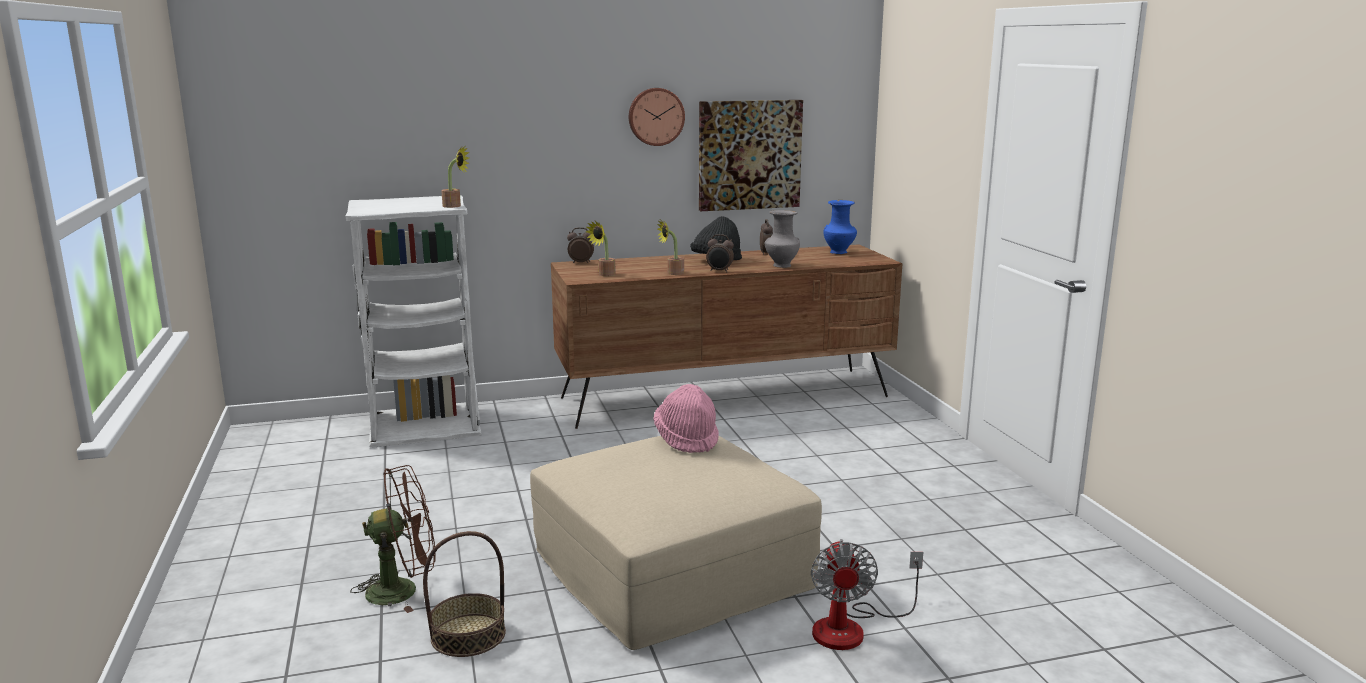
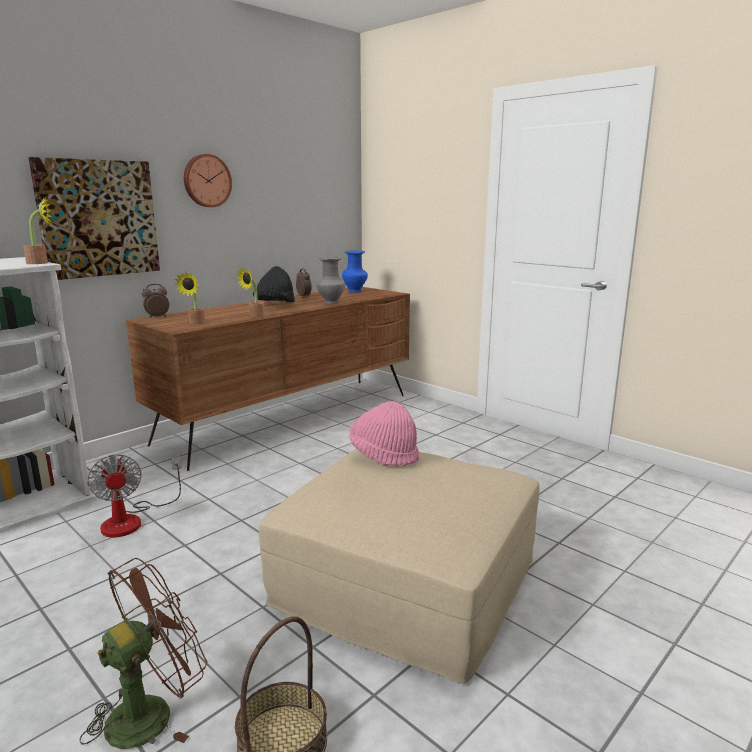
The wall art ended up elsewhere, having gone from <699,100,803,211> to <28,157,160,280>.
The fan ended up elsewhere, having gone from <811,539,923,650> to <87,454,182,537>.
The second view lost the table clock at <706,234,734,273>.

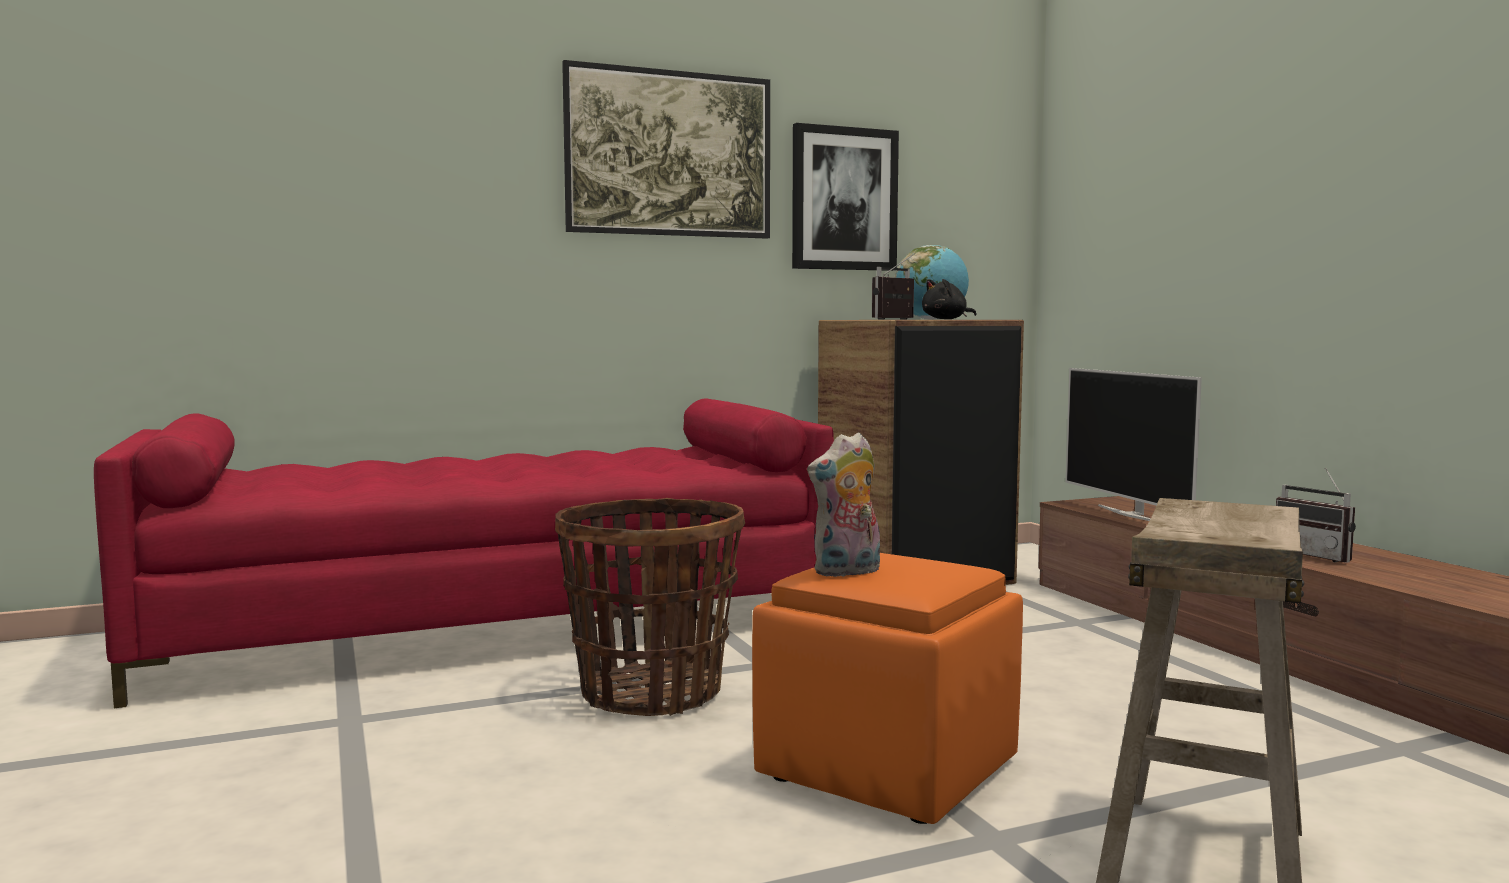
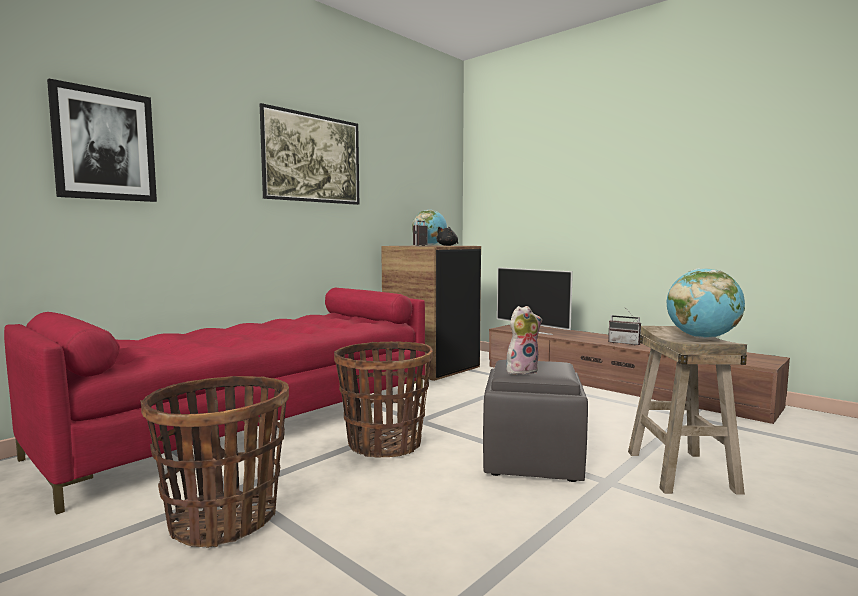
The wall art ended up elsewhere, having gone from <792,123,899,271> to <47,79,157,202>.
The second view gained the storage basket at <140,376,289,548>.
What was the footrest (orangey) at <752,553,1023,824> turned into the footrest (gray) at <483,360,588,482>.
The cuddly toy at <807,432,880,577> ended up facing another way, 150 degrees counterclockwise from before.
The second view gained the world globe at <667,268,745,338>.

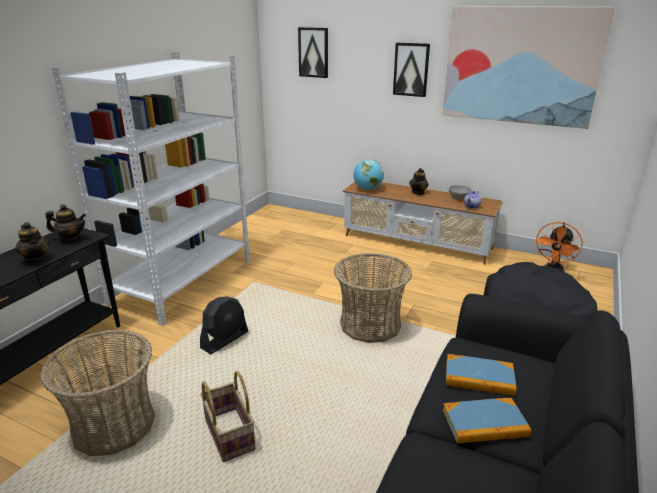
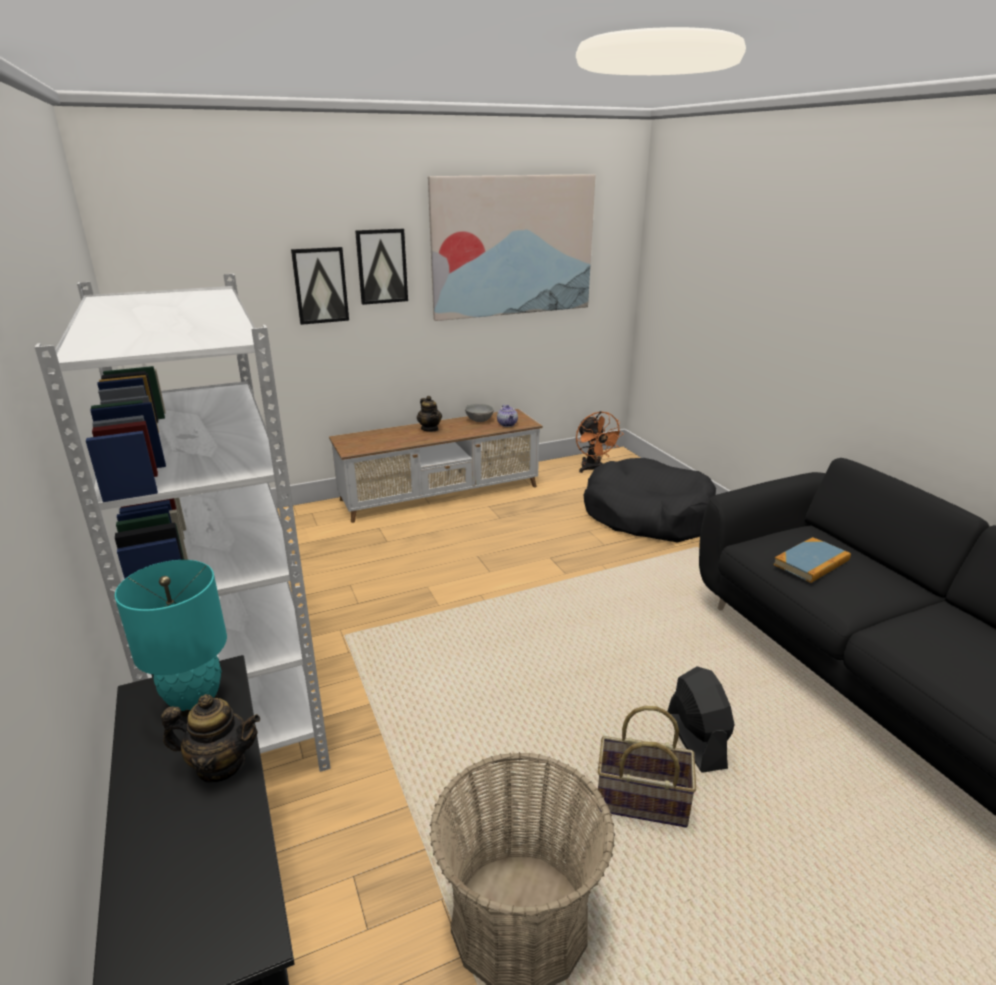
Where the tea pot stood at <45,204,86,243>, the lamp for a table (turquoise) came to stand at <115,560,227,717>.
The wall art ended up elsewhere, having gone from <298,27,328,78> to <291,247,349,325>.
The fan (blackish) ended up elsewhere, having gone from <200,296,248,354> to <668,667,735,773>.
The second view lost the storage basket at <334,253,412,343>.
The second view lost the world globe at <353,159,384,190>.
The second view lost the volume at <443,398,531,444>.

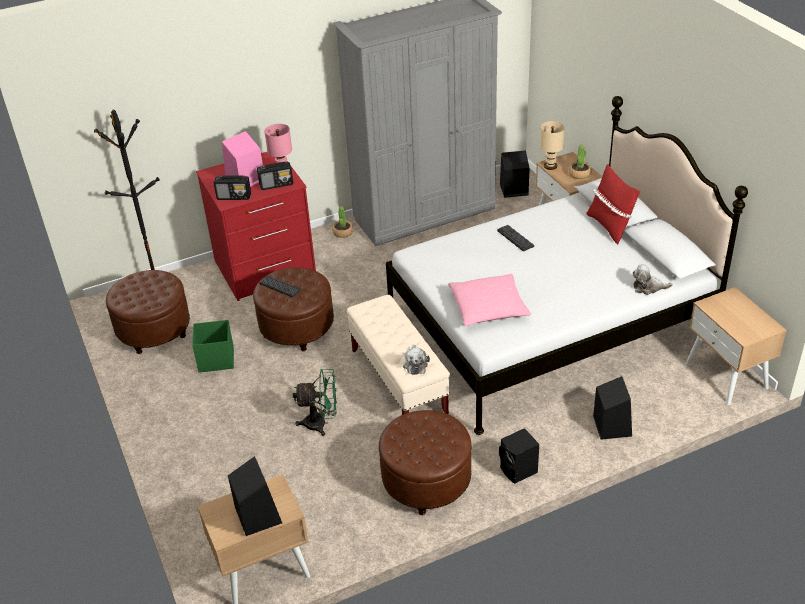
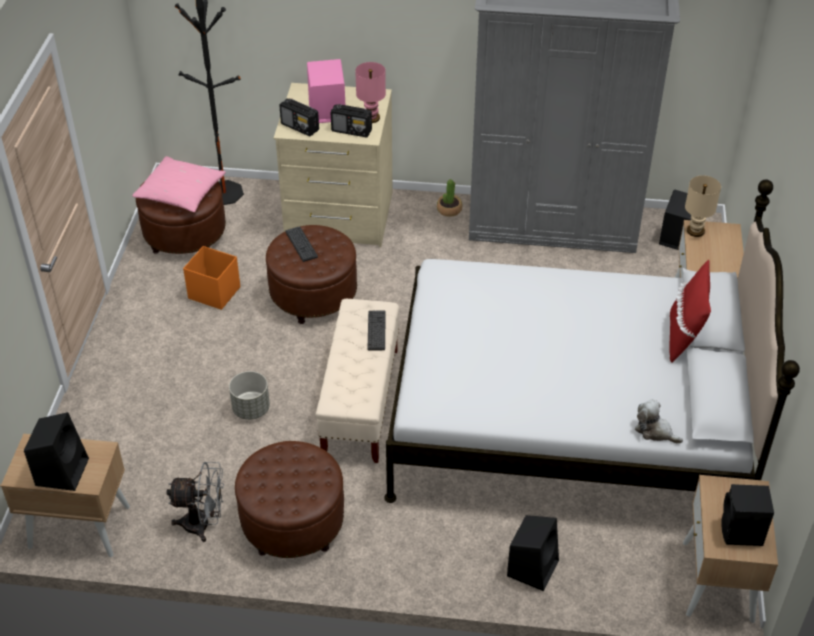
The pillow (pink) ended up elsewhere, having gone from <448,274,531,326> to <132,156,226,212>.
The second view gained the fan (gray) at <167,462,224,542>.
What was the storage container (greenish) at <192,320,234,373> turned into the storage container (orangey) at <183,246,240,310>.
Where the fan (greenish) stood at <293,369,337,436>, the planter (gray) came to stand at <229,371,270,420>.
What was the dresser (reddish) at <196,152,316,301> turned into the dresser (beige-coloured) at <274,83,393,247>.
The computer keyboard ended up elsewhere, having gone from <497,225,534,251> to <368,311,386,350>.
The loudspeaker (blackish) ended up elsewhere, having gone from <499,428,539,484> to <722,484,774,546>.
The second view lost the cuddly toy at <403,345,430,375>.
The second view lost the plant in a pot at <569,144,592,179>.

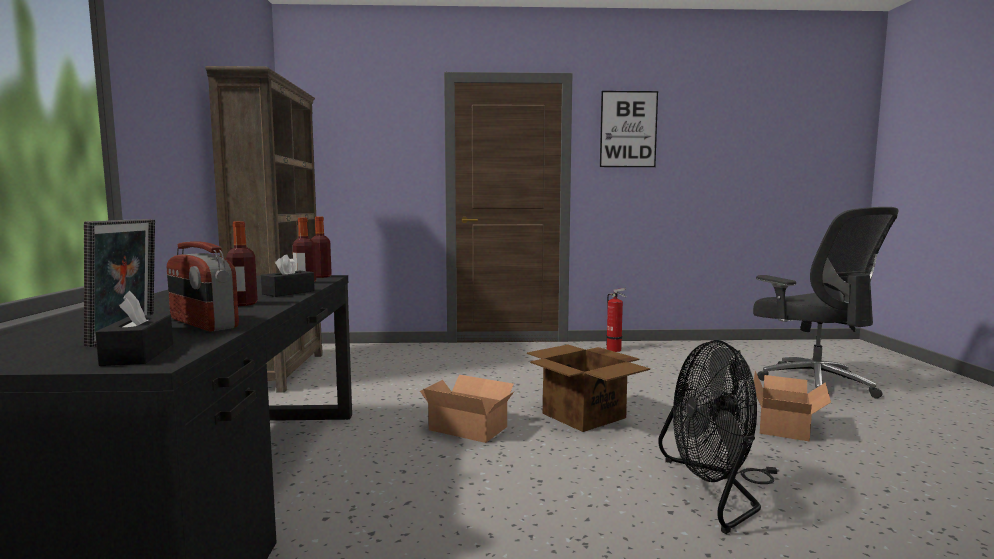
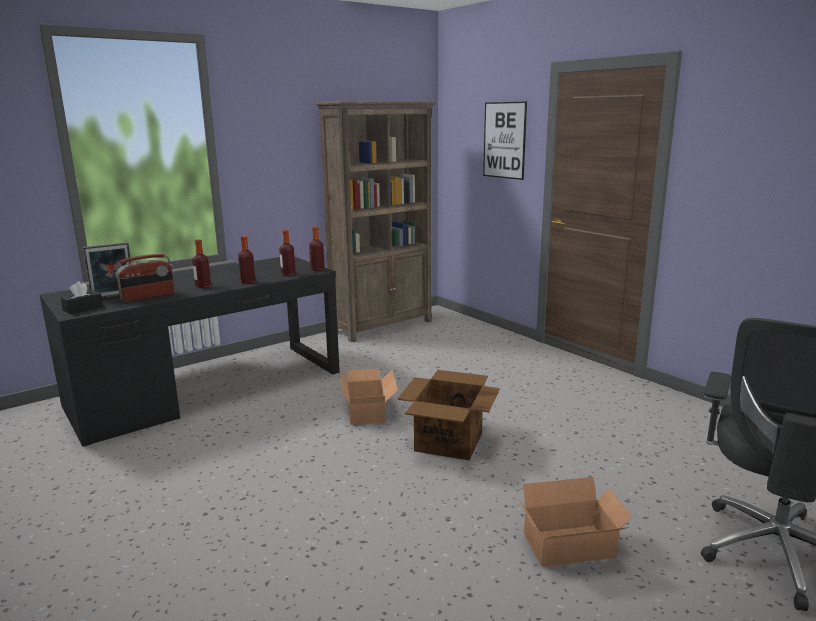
The radio set at <167,241,239,332> ended up facing another way, 135 degrees counterclockwise from before.
Where the tissue holder (blackish) stood at <261,255,315,297>, the beverage bottle came to stand at <238,236,255,284>.
The wall art ended up elsewhere, having gone from <600,91,658,167> to <483,102,527,180>.
The second view lost the fire-fighting cylinder at <606,288,626,352>.
The second view lost the fan (blackish) at <658,340,780,534>.

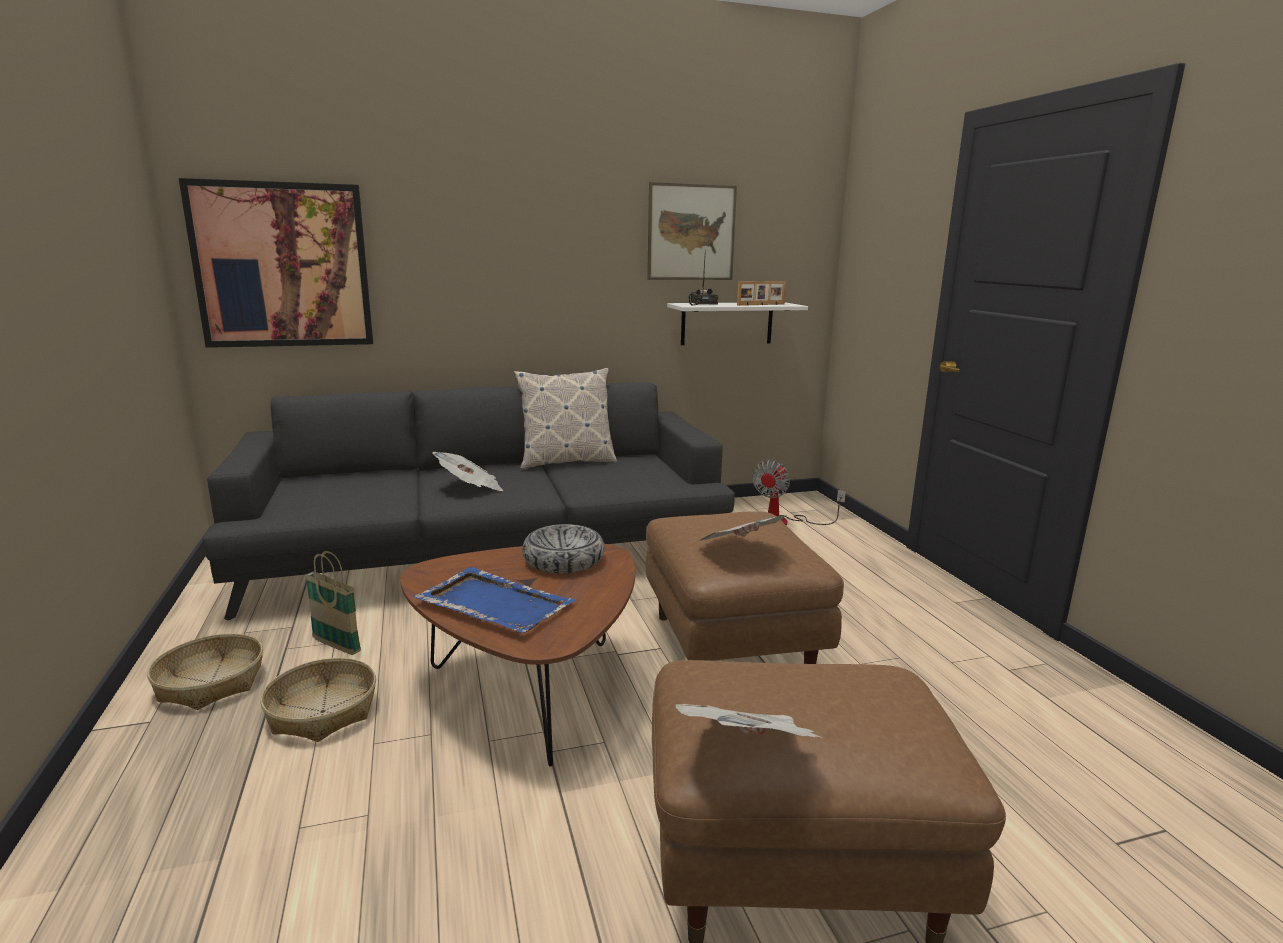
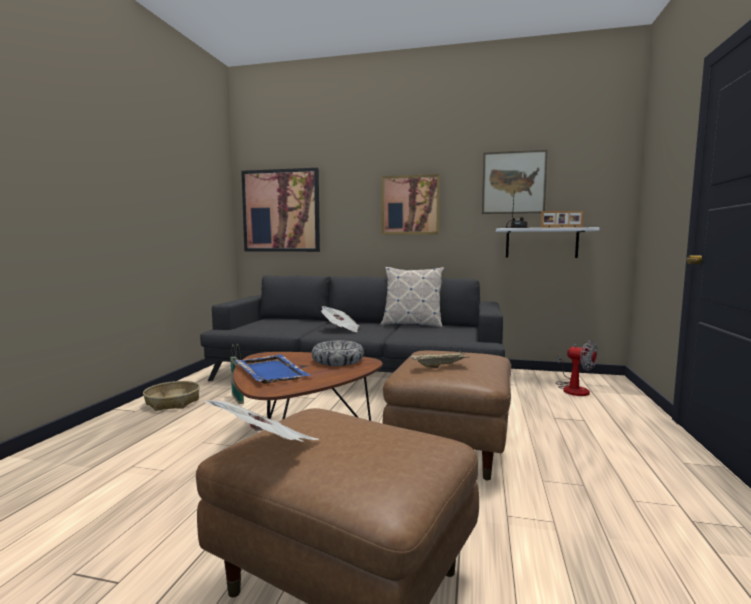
The second view gained the wall art at <382,174,440,234>.
Where the printed paper stood at <699,515,787,541>, the carrying tray (beige-coloured) came to stand at <410,351,470,368>.
The fan at <752,459,846,526> ended up facing another way, 105 degrees counterclockwise from before.
The second view lost the storage basket at <260,658,376,742>.

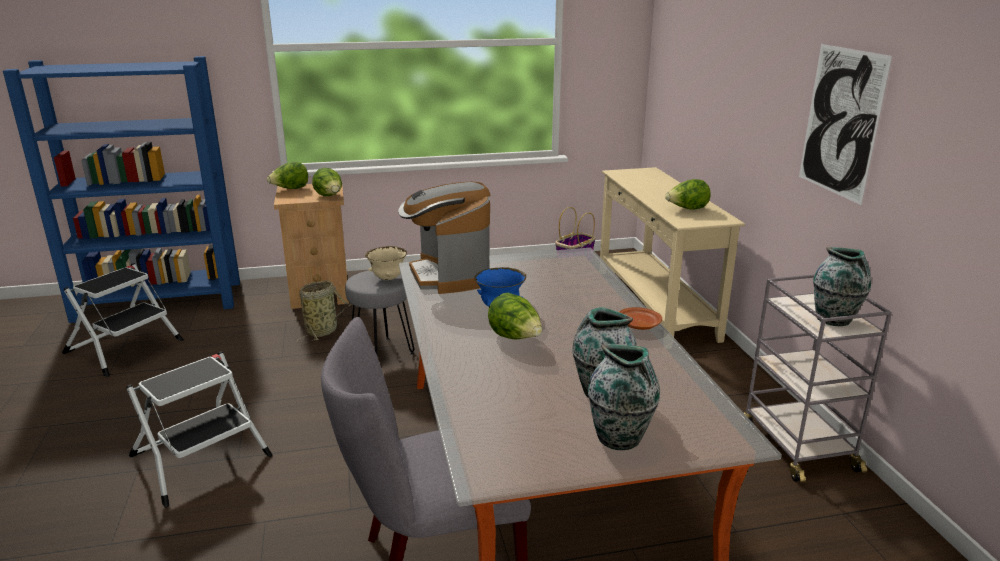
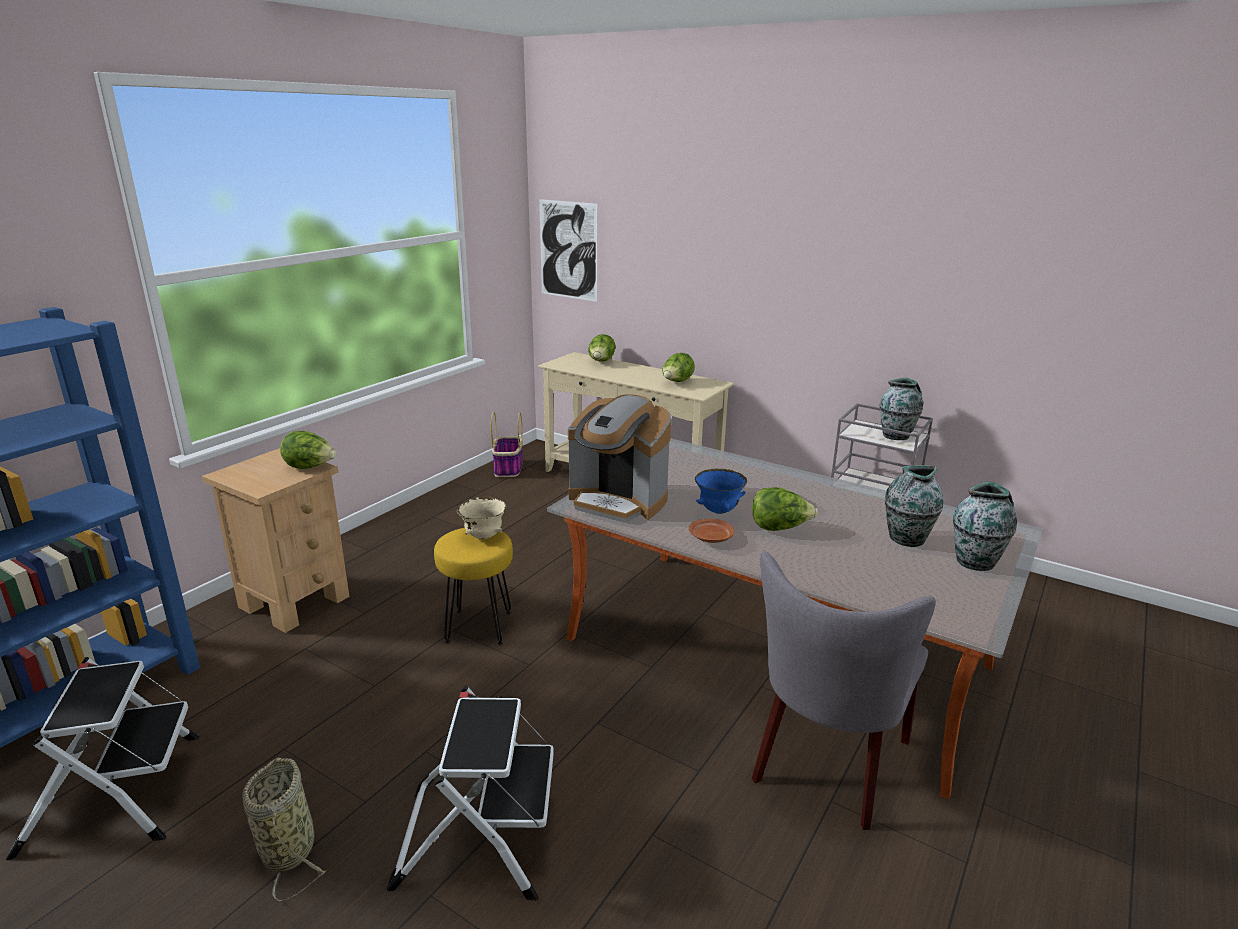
The storage basket ended up elsewhere, having gone from <297,280,352,343> to <242,757,327,902>.
What was the stool (gray) at <345,271,414,357> turned into the stool (yellowish) at <434,528,513,645>.
The wall art ended up elsewhere, having gone from <799,44,892,205> to <539,199,598,302>.
The lettuce head ended up elsewhere, having gone from <267,162,308,189> to <588,334,615,362>.
The flat dish (brown) ended up elsewhere, having gone from <619,307,662,330> to <689,519,734,543>.

